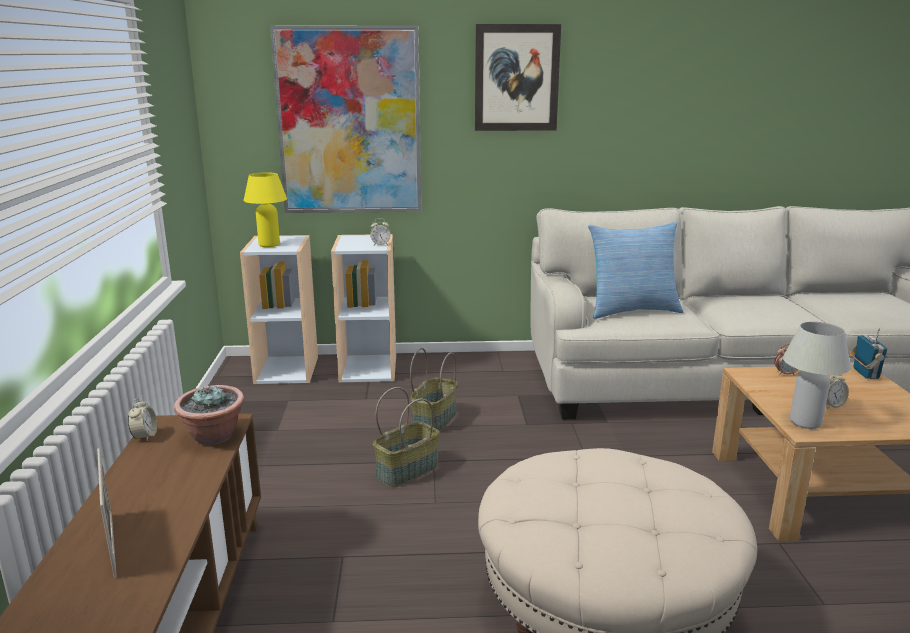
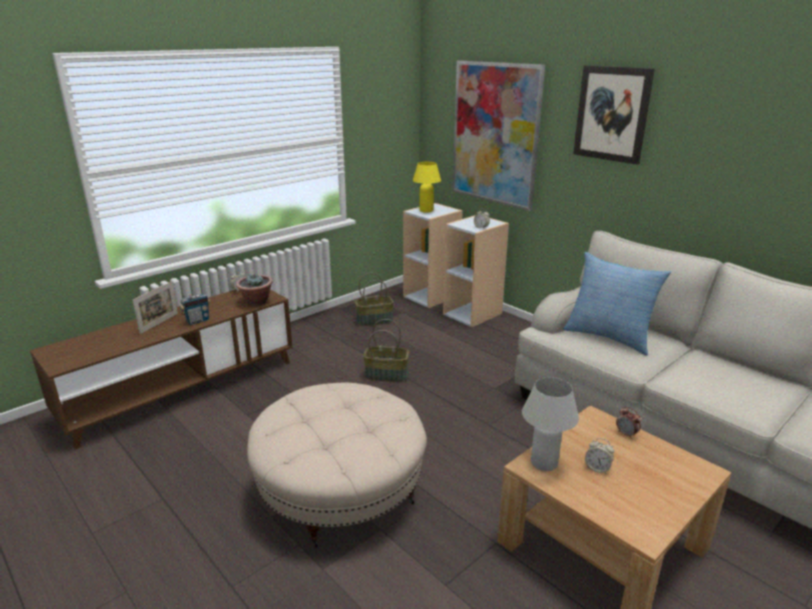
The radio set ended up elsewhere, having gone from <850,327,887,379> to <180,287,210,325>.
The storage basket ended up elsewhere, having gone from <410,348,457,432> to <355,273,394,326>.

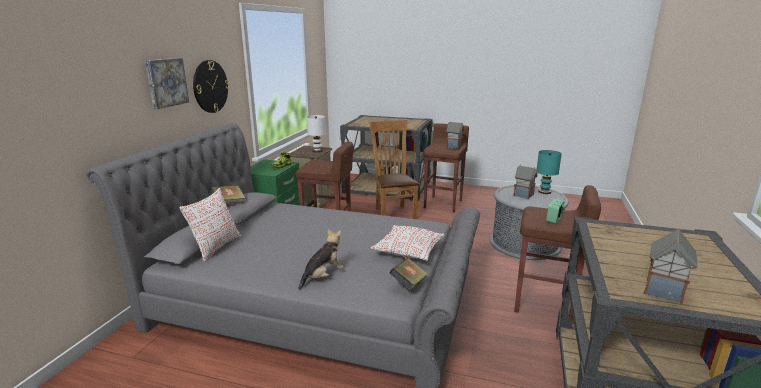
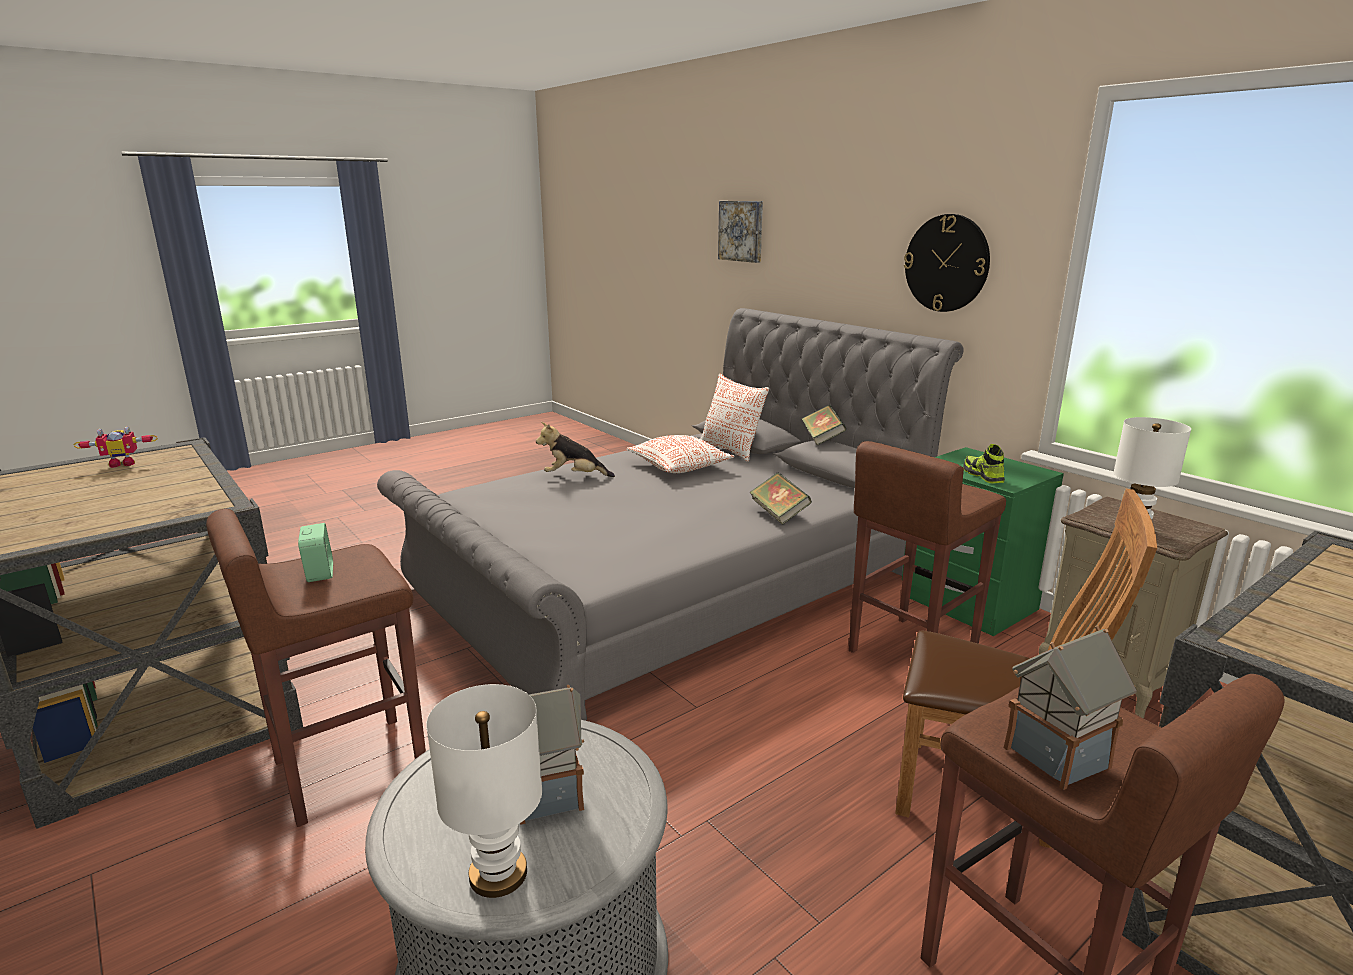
Where the miniature house stood at <644,228,697,304>, the model robot came to stand at <74,426,158,468>.
What was the lamp for a table (turquoise) at <537,150,562,194> turned into the lamp for a table (white-coloured) at <426,684,542,898>.
The cuddly toy at <299,229,344,290> ended up facing another way, 105 degrees clockwise from before.
The pillow (white-coloured) ended up elsewhere, having gone from <371,225,445,261> to <626,435,734,473>.
The wall art ended up elsewhere, having gone from <145,58,189,109> to <718,201,763,263>.
The volume ended up elsewhere, having gone from <390,258,428,291> to <749,472,812,525>.

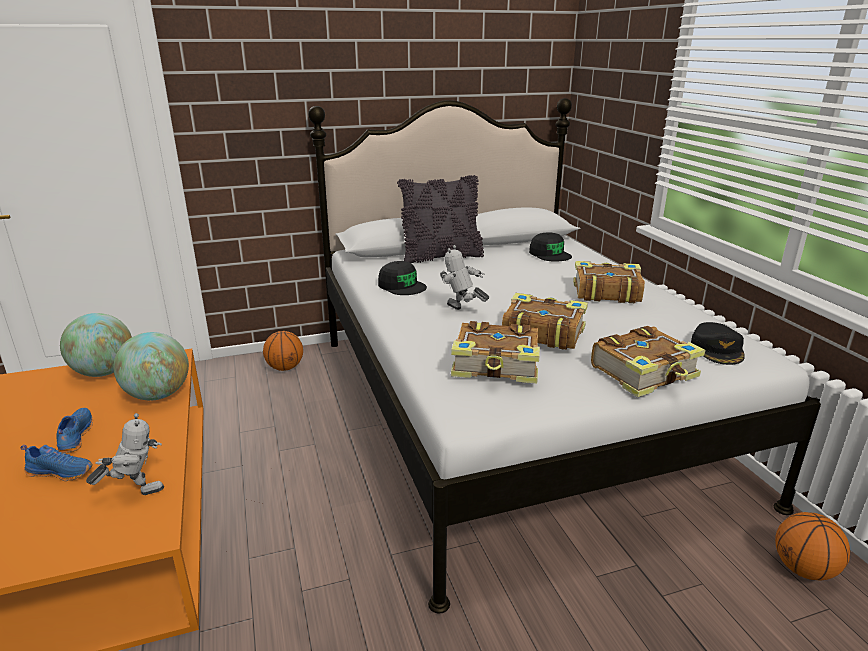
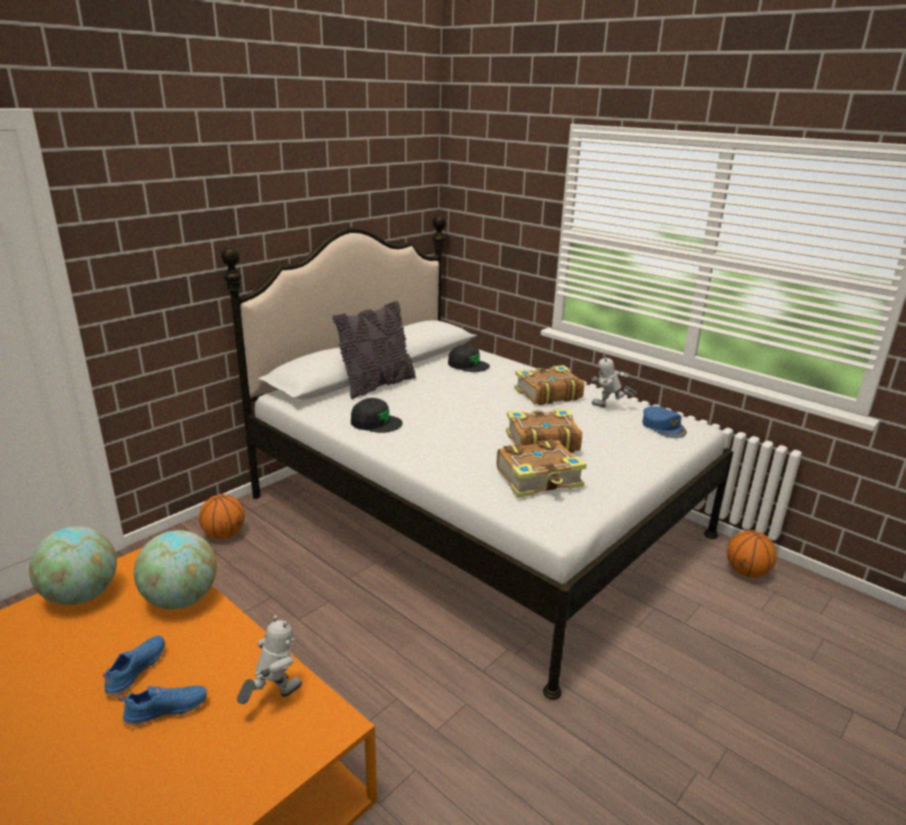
The item of footwear (blue) at <56,408,93,453> ended up facing another way, 60 degrees clockwise from before.
The model robot ended up elsewhere, having gone from <440,245,489,310> to <591,354,637,407>.
What was the peaked cap (blackish) at <691,322,745,365> turned into the peaked cap (blue) at <642,406,687,438>.
The second view lost the volume at <591,326,705,397>.

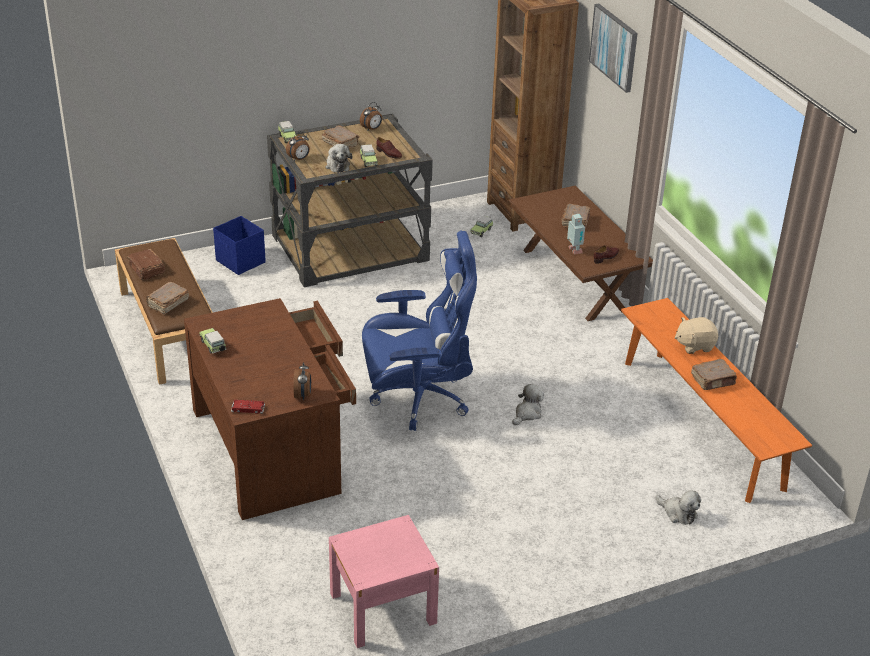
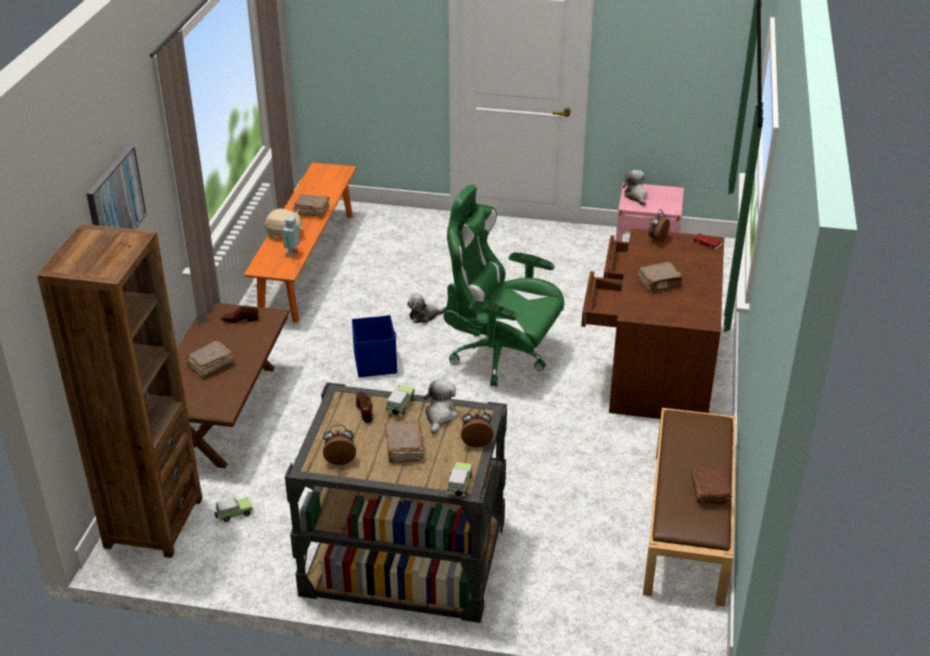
The model robot ended up elsewhere, having gone from <567,214,585,254> to <282,216,300,258>.
The storage container (blue) ended up elsewhere, having gone from <213,216,266,275> to <352,315,397,377>.
What was the office chair (blue) at <362,230,477,431> turned into the office chair (greenish) at <443,185,564,387>.
The cuddly toy ended up elsewhere, having gone from <656,490,701,525> to <623,170,647,206>.
The volume (brown) ended up elsewhere, having gone from <146,282,189,315> to <638,262,683,291>.
The second view lost the model car at <199,328,227,354>.

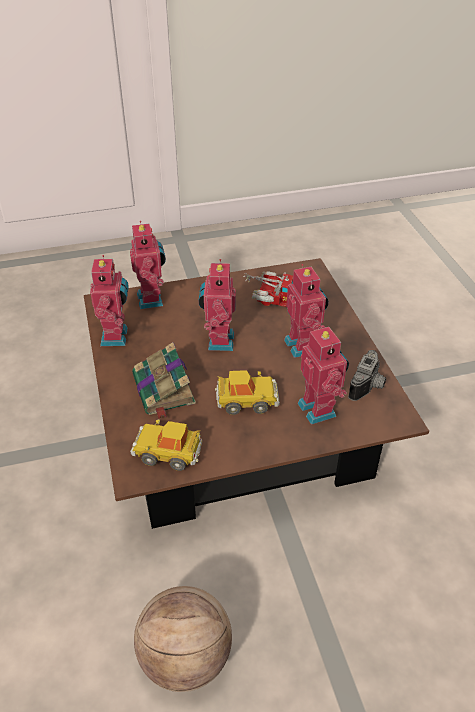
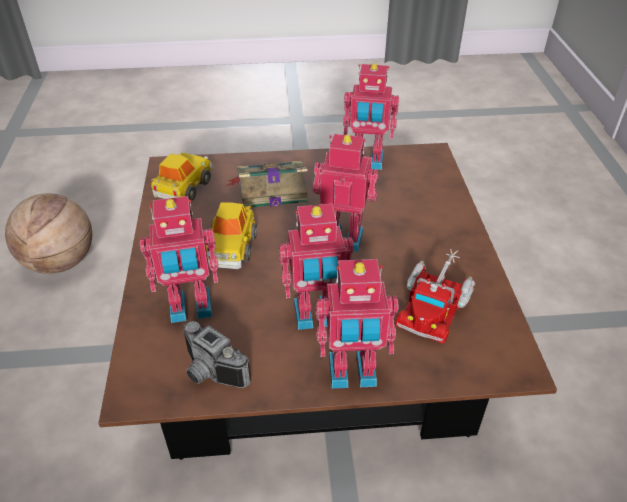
The model robot ended up elsewhere, having gone from <130,221,166,309> to <316,259,399,389>.

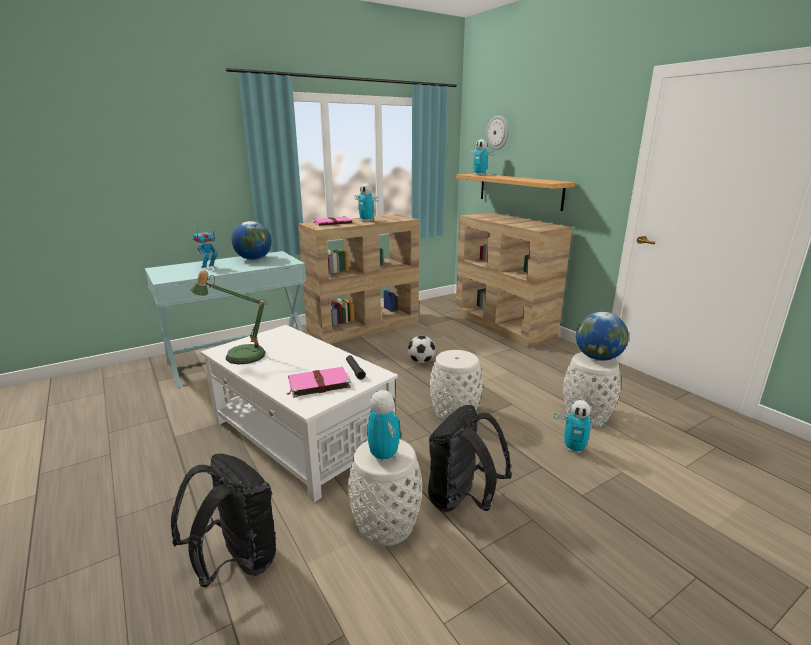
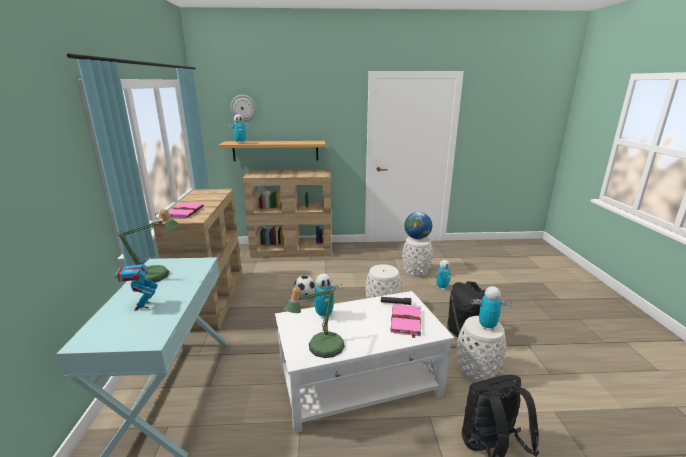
Where the world globe stood at <231,221,272,260>, the lamp for a table came to stand at <117,209,180,282>.
The model robot ended up elsewhere, having gone from <354,183,379,222> to <305,274,342,318>.

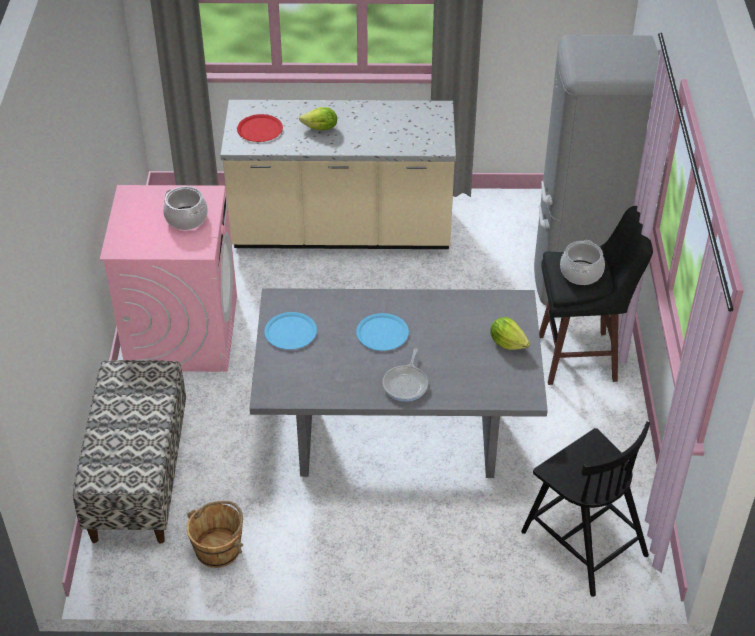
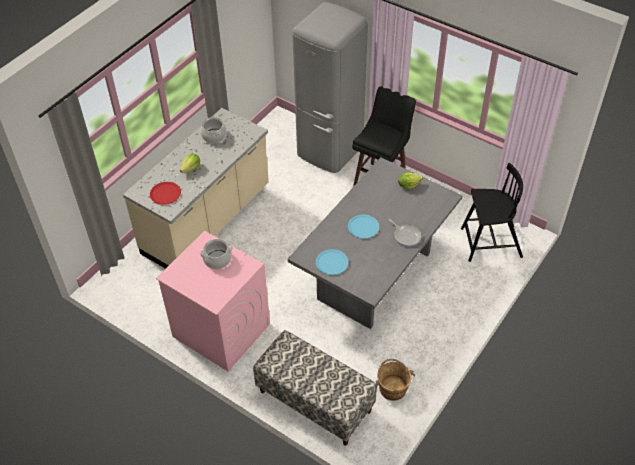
The saucepot ended up elsewhere, having gone from <560,240,605,285> to <200,117,227,143>.

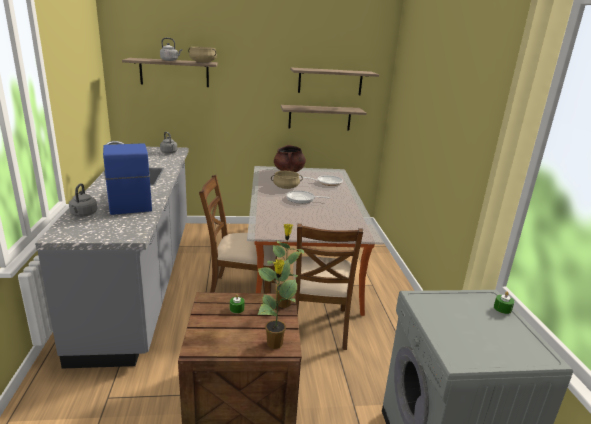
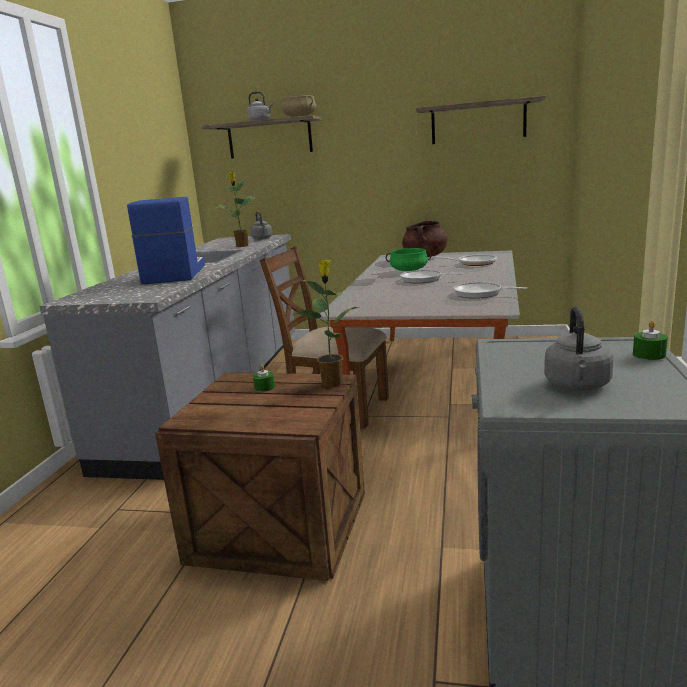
The plant in a pot ended up elsewhere, having gone from <257,259,297,349> to <216,172,256,247>.
What was the saucepot (beige-coloured) at <271,171,303,189> turned into the saucepot (greenish) at <386,248,431,271>.
The second view gained the skillet at <453,282,527,299>.
The water kettle (gray) ended up elsewhere, having gone from <69,183,97,217> to <544,306,613,391>.
The second view lost the bracket shelf at <281,105,367,130>.
The second view lost the plain chair (brown) at <293,224,363,350>.

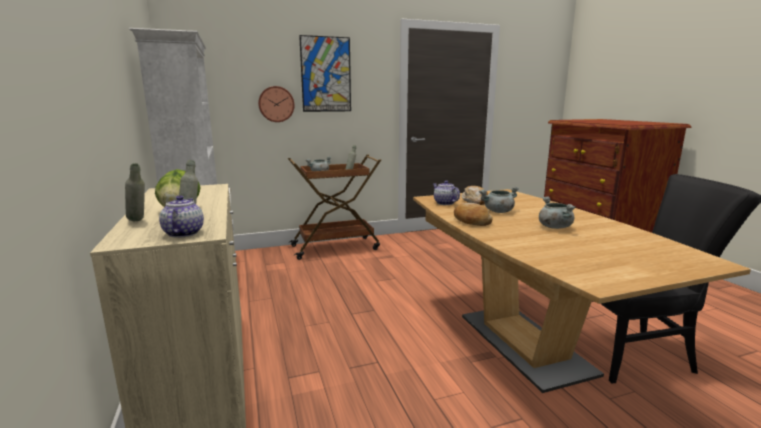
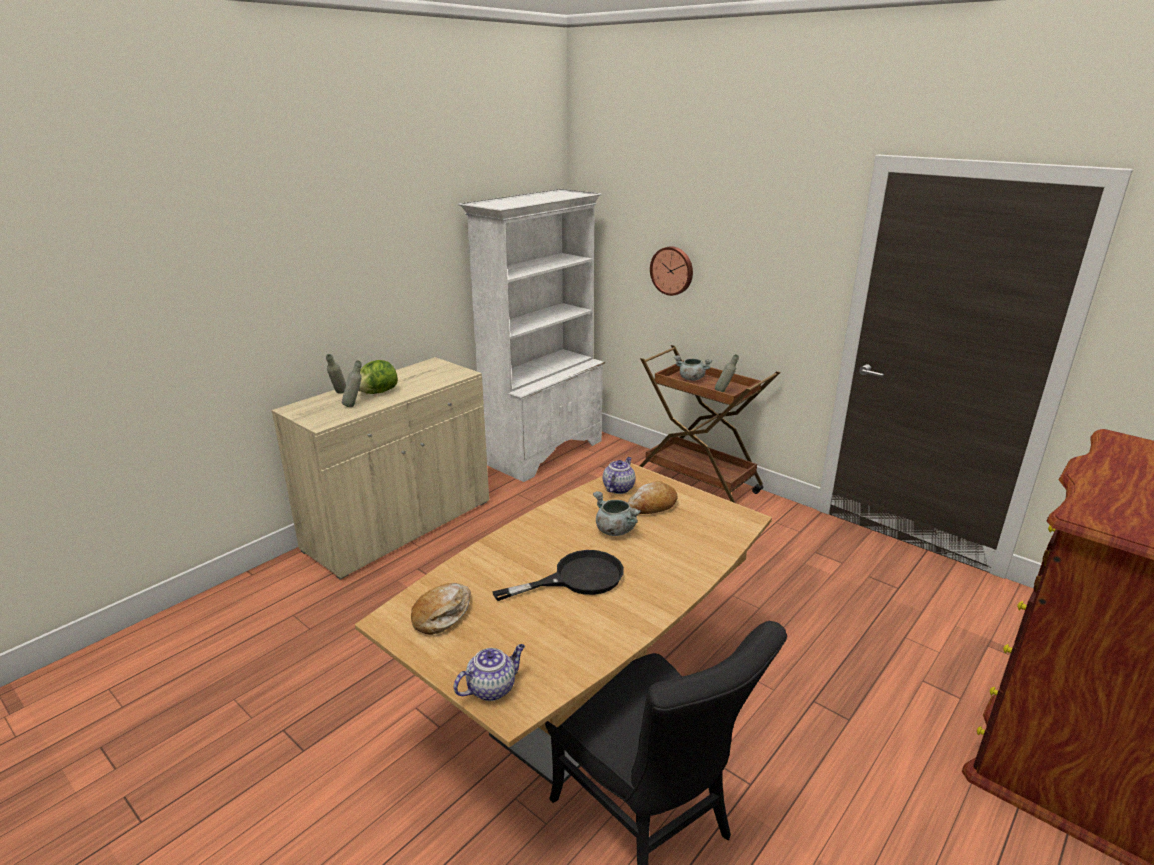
The bakery bread ended up elsewhere, having gone from <454,203,493,226> to <411,583,471,635>.
The tea pot ended up elsewhere, having gone from <159,195,204,238> to <454,644,525,701>.
Where the saucepot (gray) stood at <539,196,576,229>, the skillet (blackish) came to stand at <492,550,624,601>.
The second view lost the wall art at <299,35,351,112>.

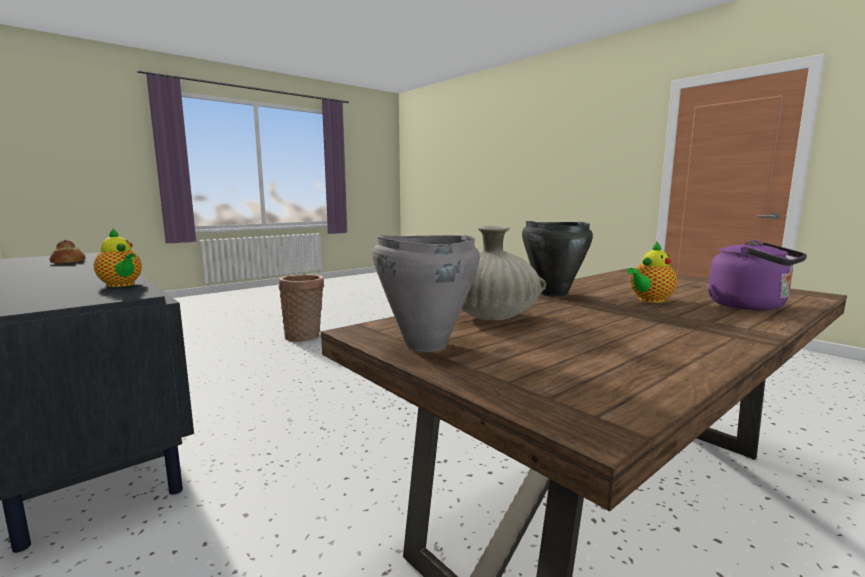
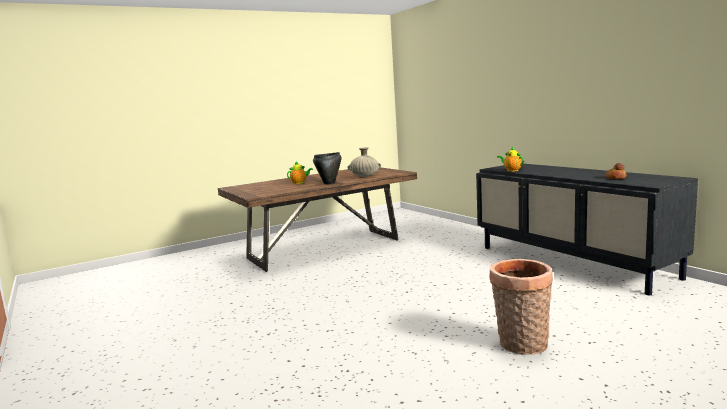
The second view lost the saucepot (gray) at <372,235,480,352>.
The second view lost the water kettle (purple-coloured) at <708,240,807,310>.

